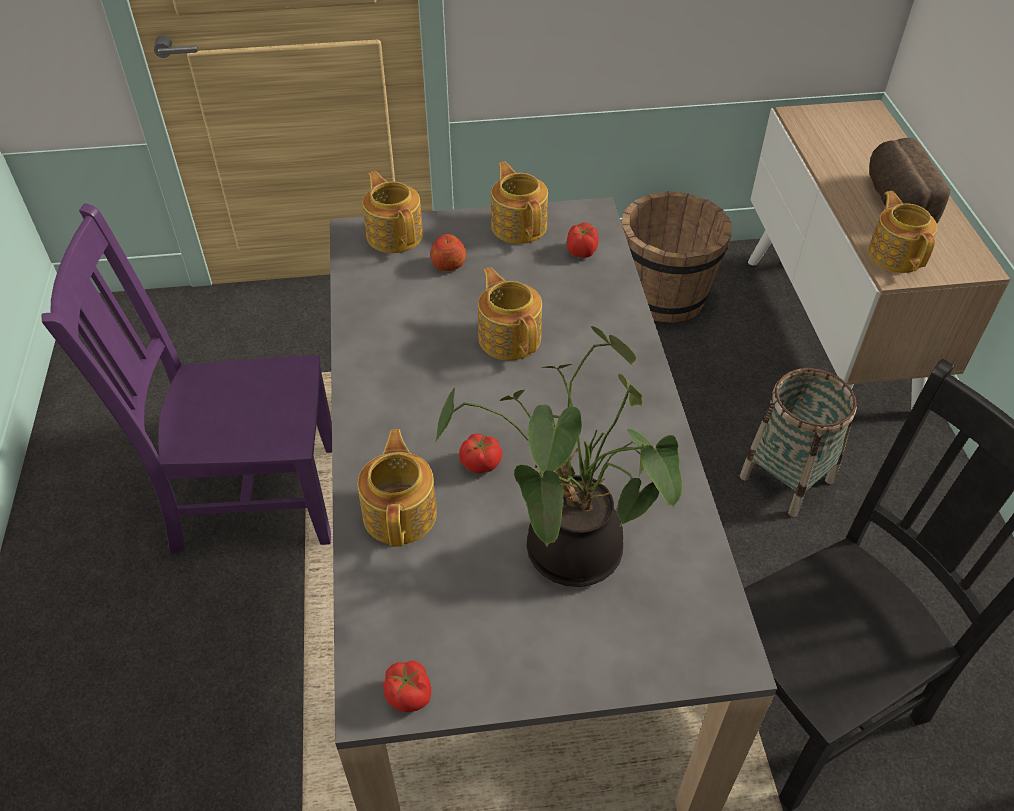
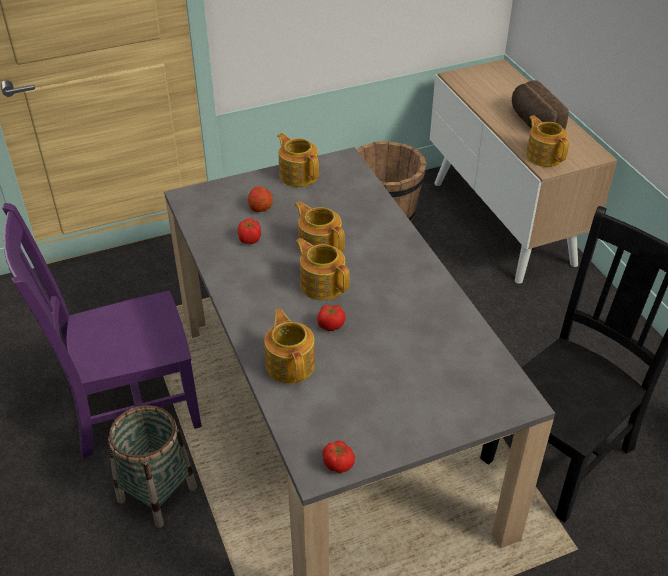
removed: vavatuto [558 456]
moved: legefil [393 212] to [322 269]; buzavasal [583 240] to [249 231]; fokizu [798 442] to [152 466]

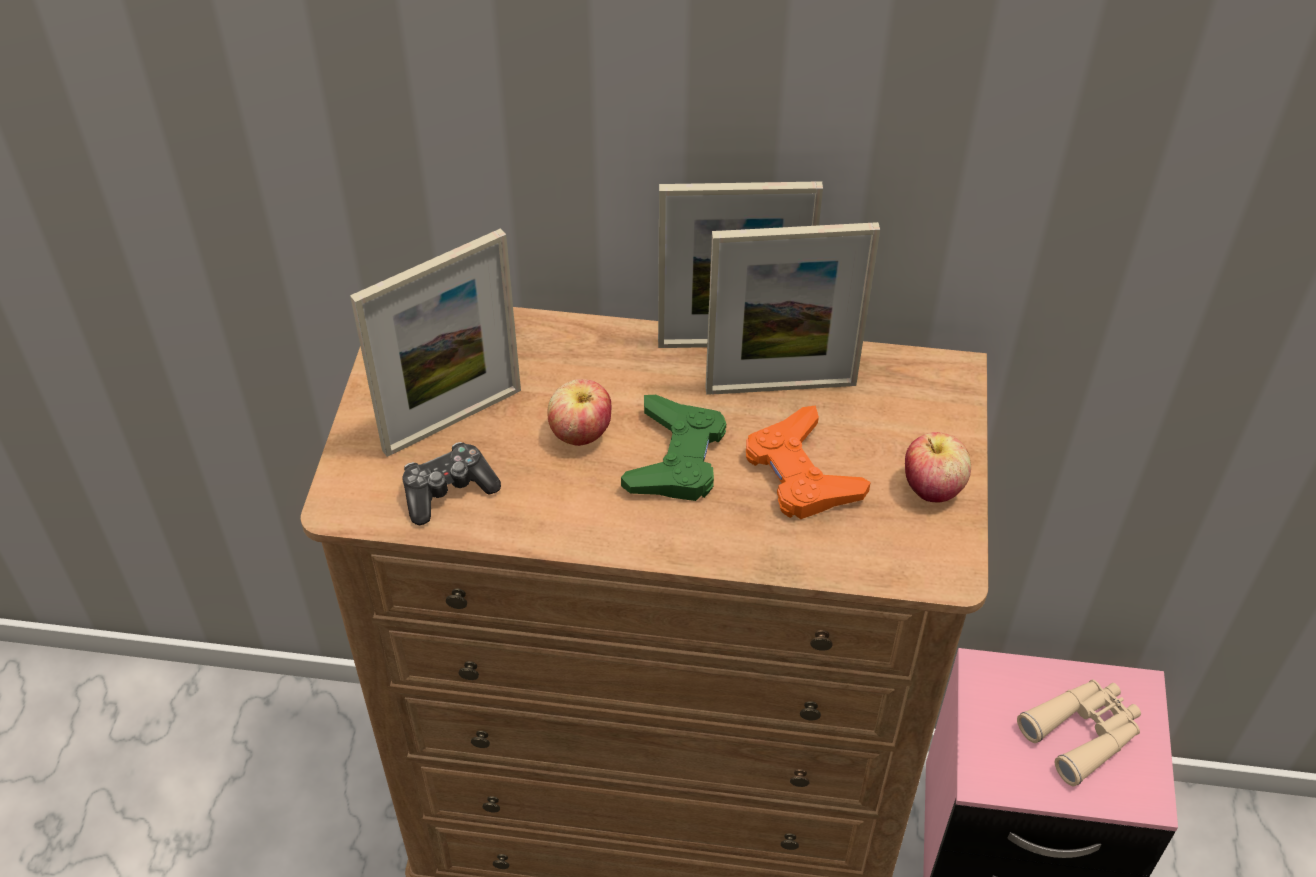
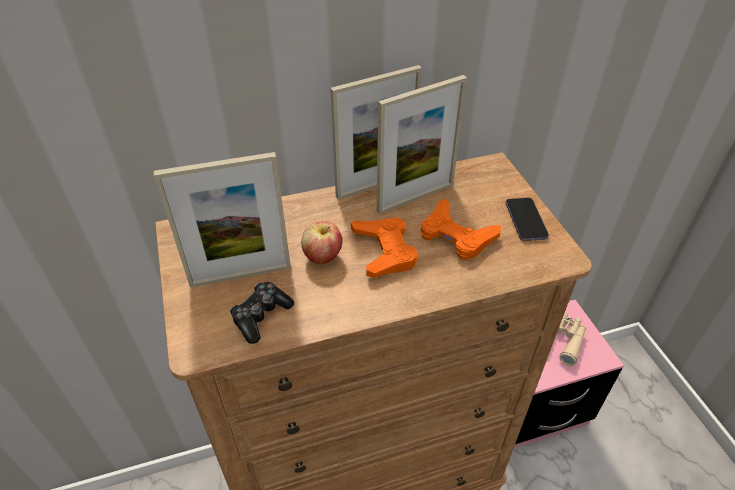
replaced: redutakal [938 467] to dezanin [527 219]
recoloured: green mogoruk [673 448] to orange mogoruk [384 247]
turned: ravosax [435 342] = [222 219] 45 degrees clockwise

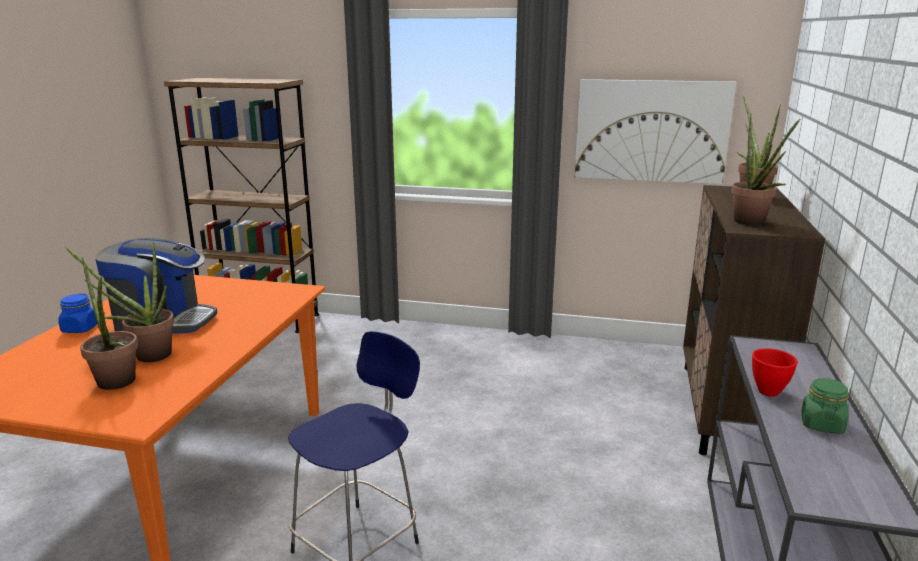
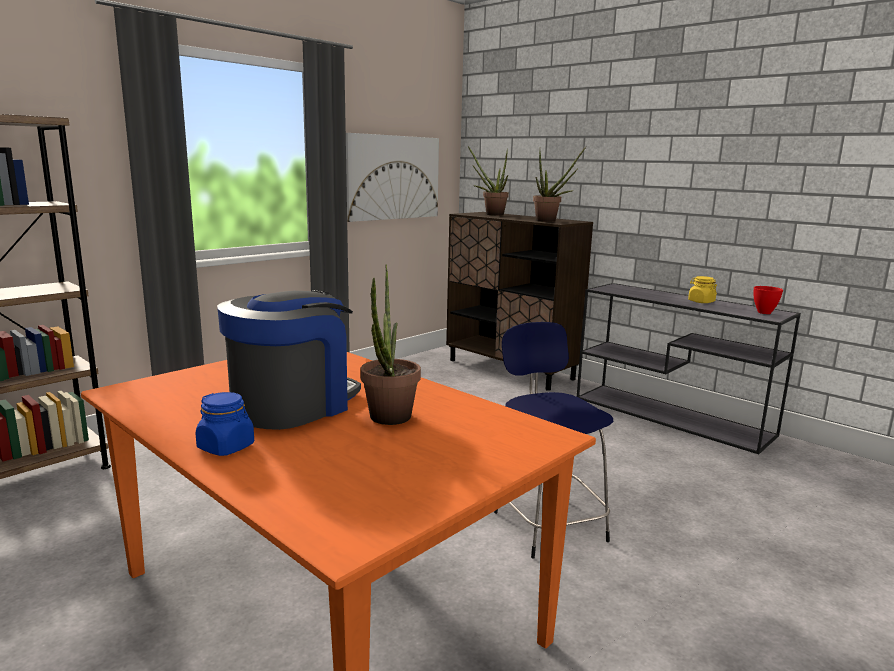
removed: vavatuto [109 323]
moved: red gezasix [775 372] to [768 300]
recoloured: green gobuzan [825 406] to yellow gobuzan [702 289]

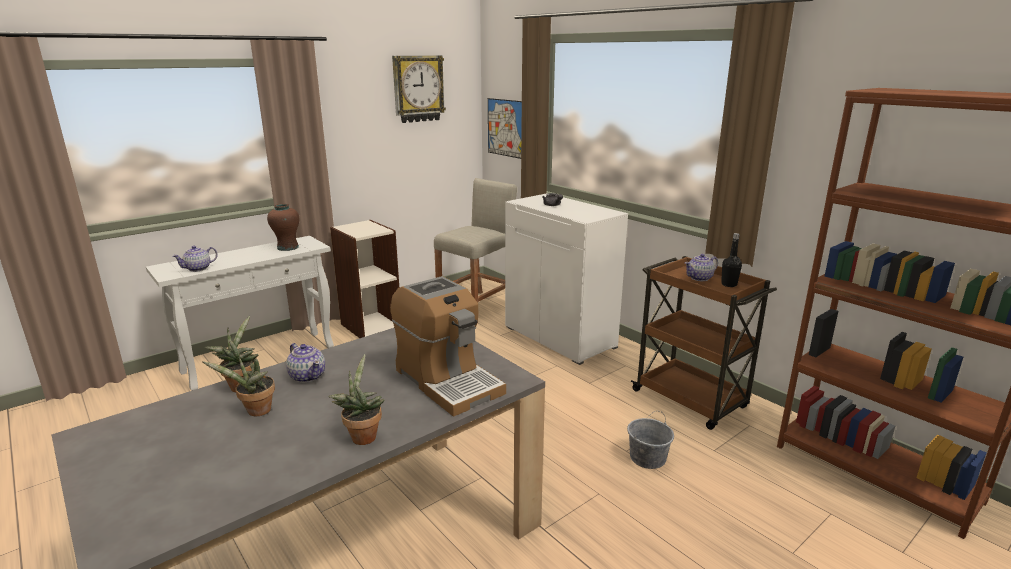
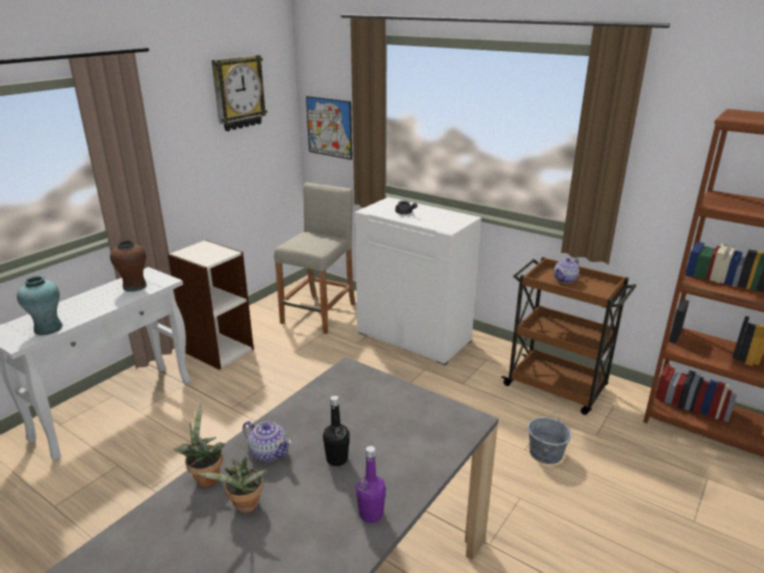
removed: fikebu [448 346]
moved: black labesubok [731 260] to [336 431]
replaced: legefil [195 259] to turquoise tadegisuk [40 305]; vavatuto [356 399] to purple labesubok [371 484]

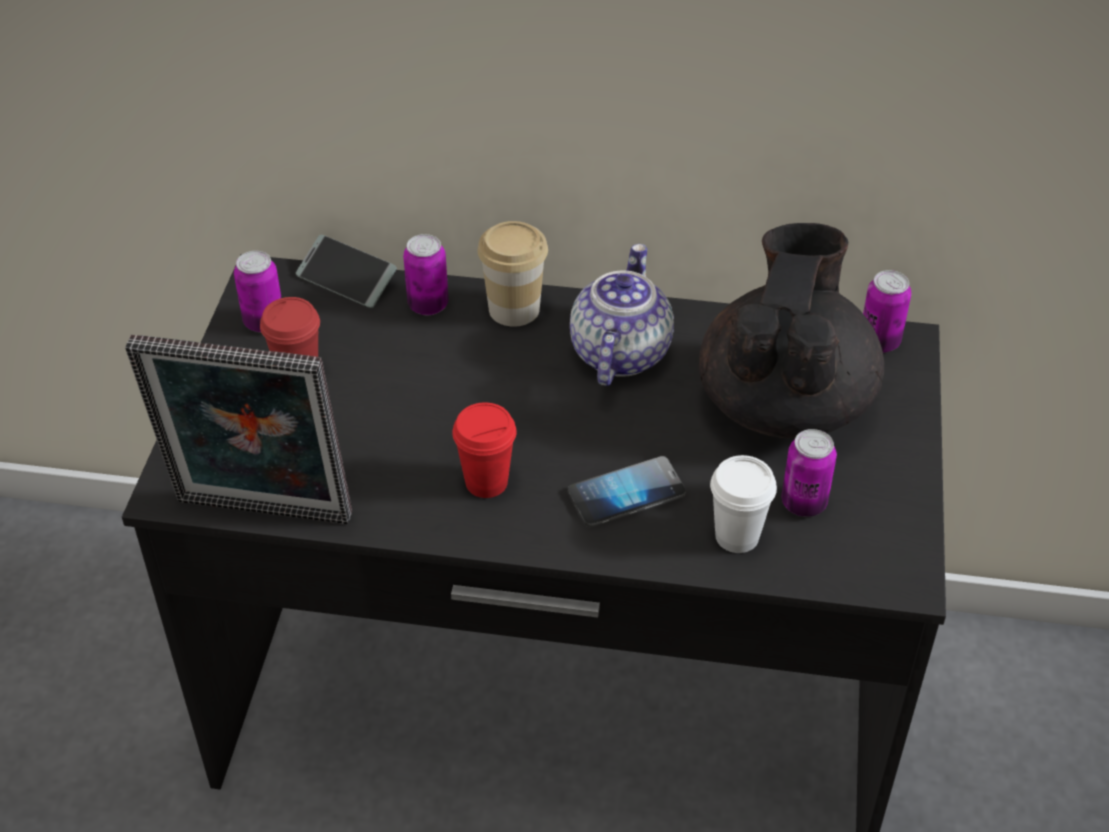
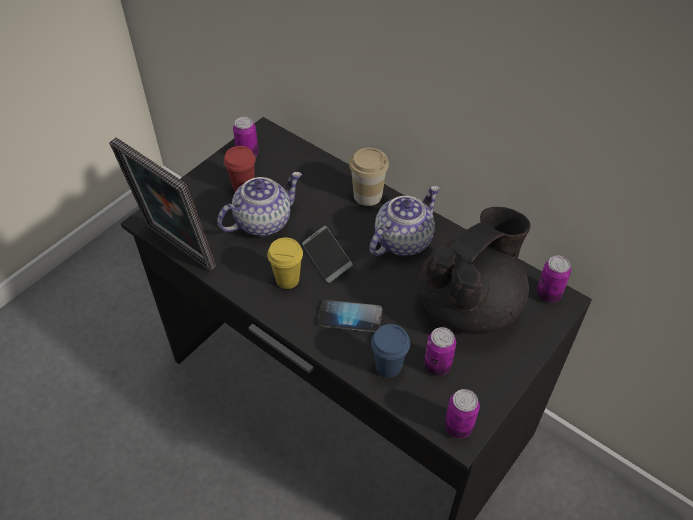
added: legefil [259 204]
moved: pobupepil [425 274] to [462 414]; dezanin [346 271] to [327 254]
recoloured: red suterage [484 450] to yellow suterage [285 263]; white suterage [743 504] to blue suterage [390 351]

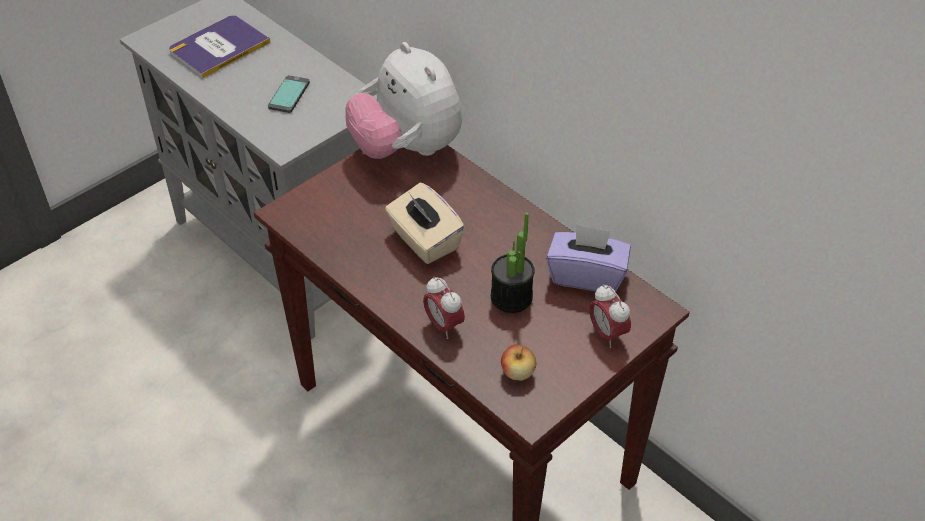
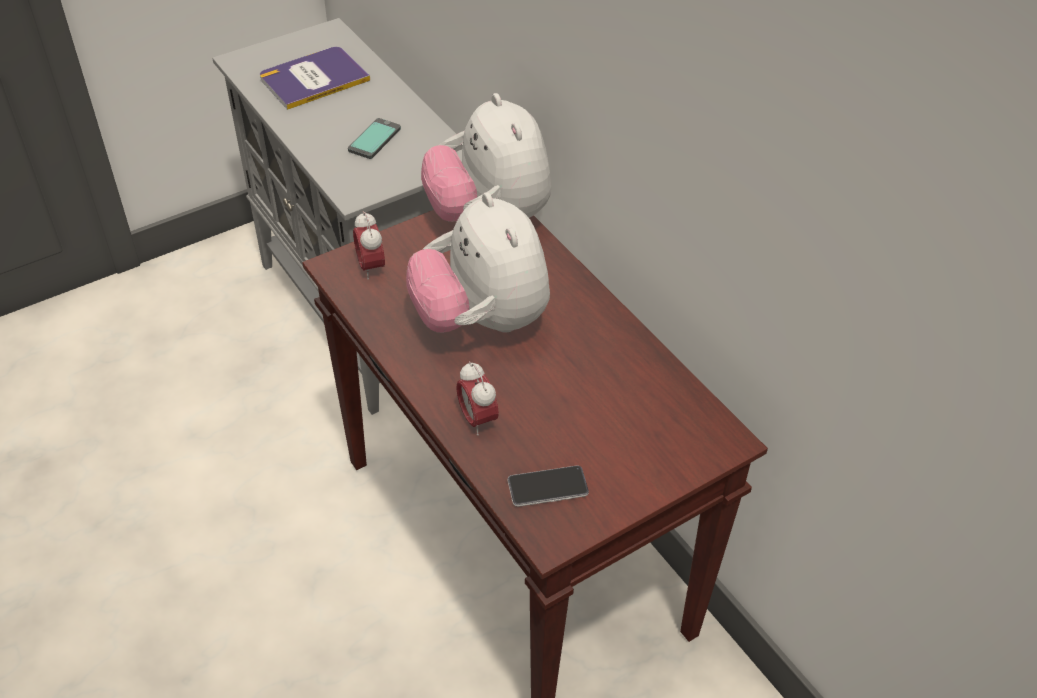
removed: vavatuto [513 262]; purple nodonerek [588 258]
moved: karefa [610 316] to [369 245]
replaced: beige nodonerek [425 223] to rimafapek [478 262]; redutakal [518 362] to dezanin [548 486]

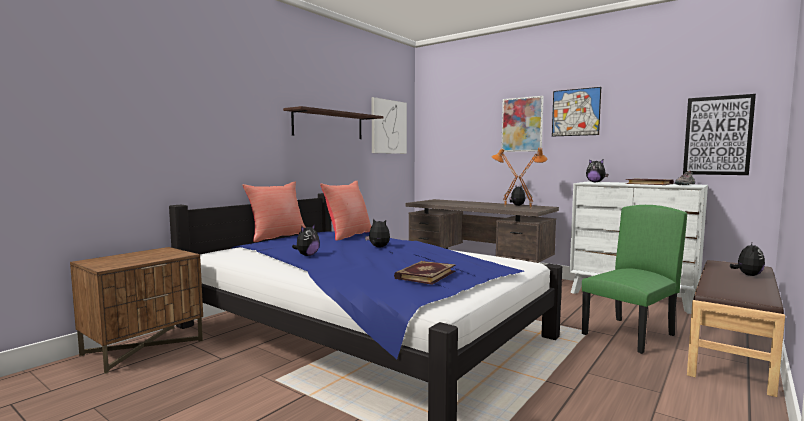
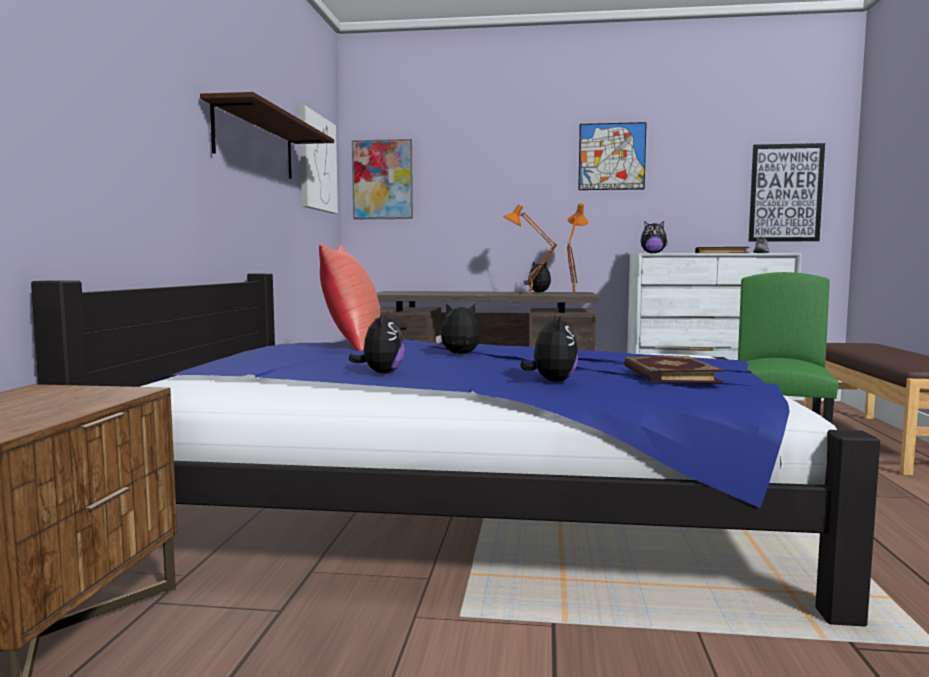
removed: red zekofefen [274 212]
moved: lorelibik [522 124] to [382 179]; rimafapek [747 259] to [549 348]

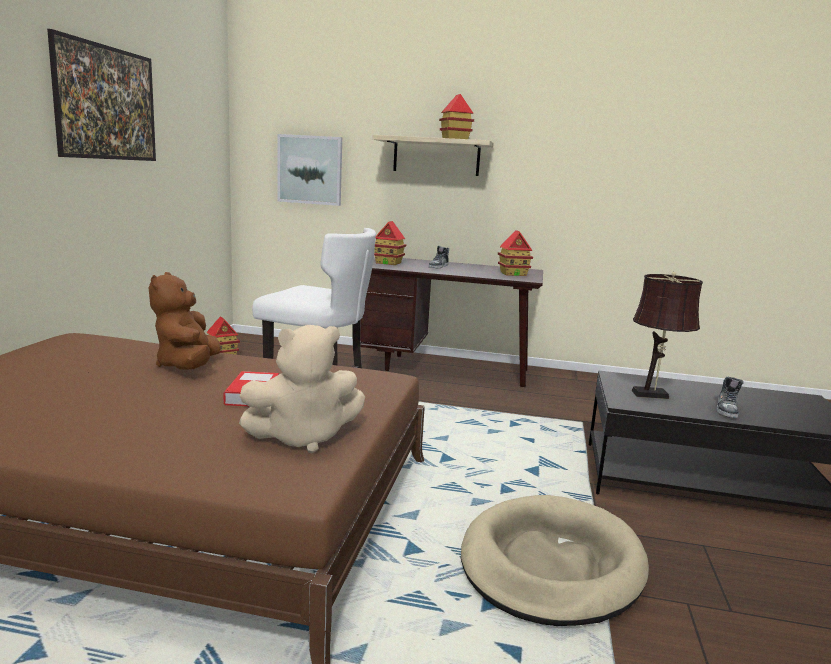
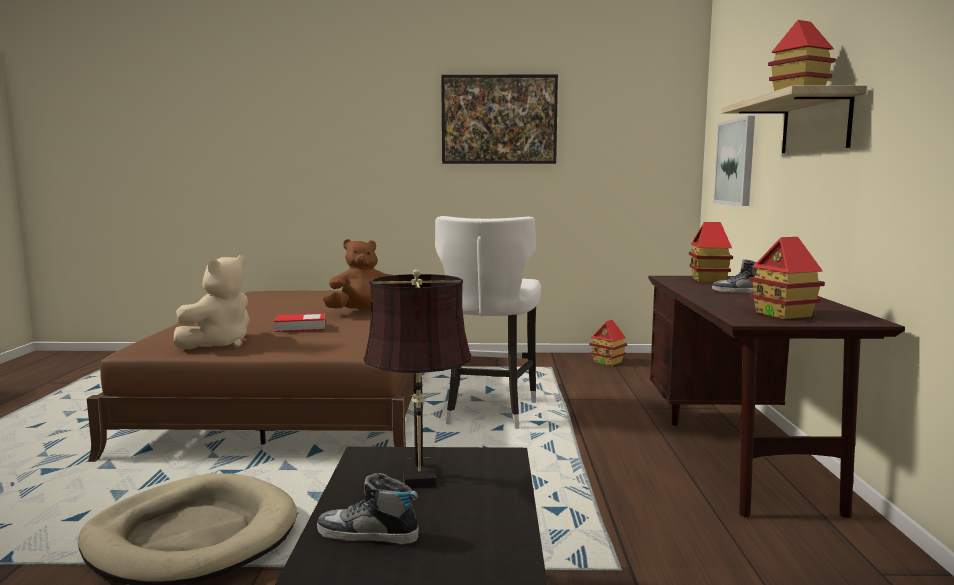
turned: beige rimafapek [302 389] = [212 302] 120 degrees counterclockwise

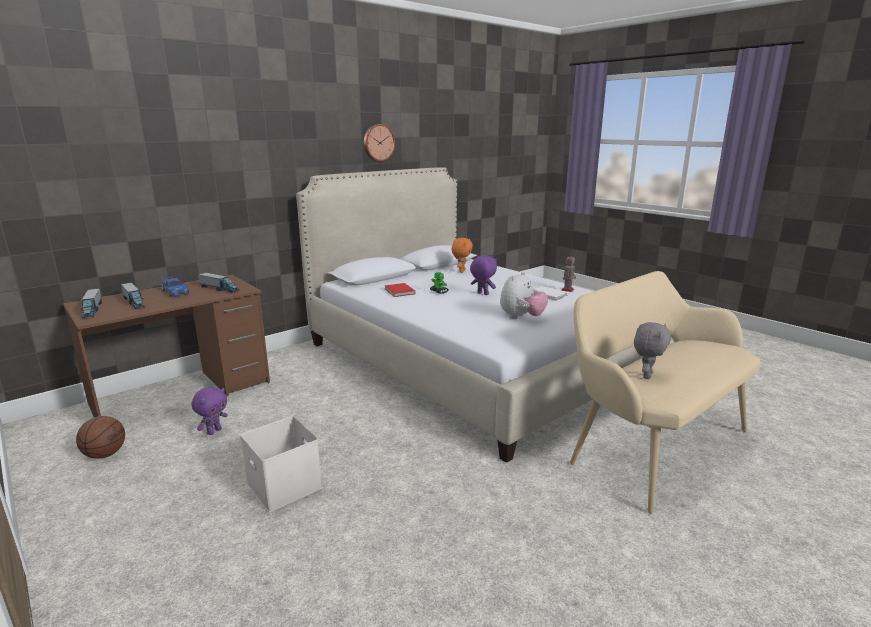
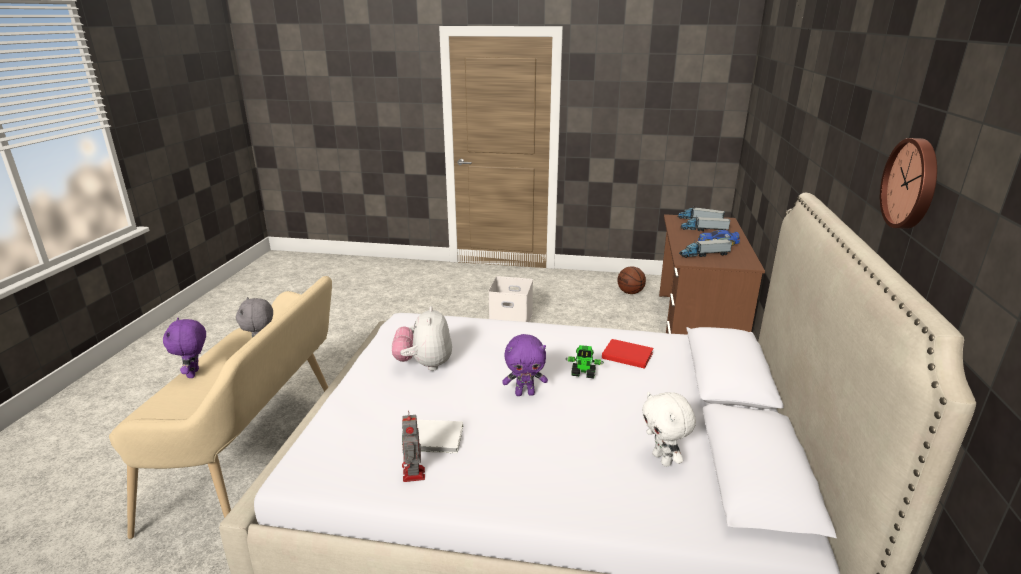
moved: purple rimafapek [210 411] to [184 348]
recoloured: orange rimafapek [462 255] to white rimafapek [669 429]

